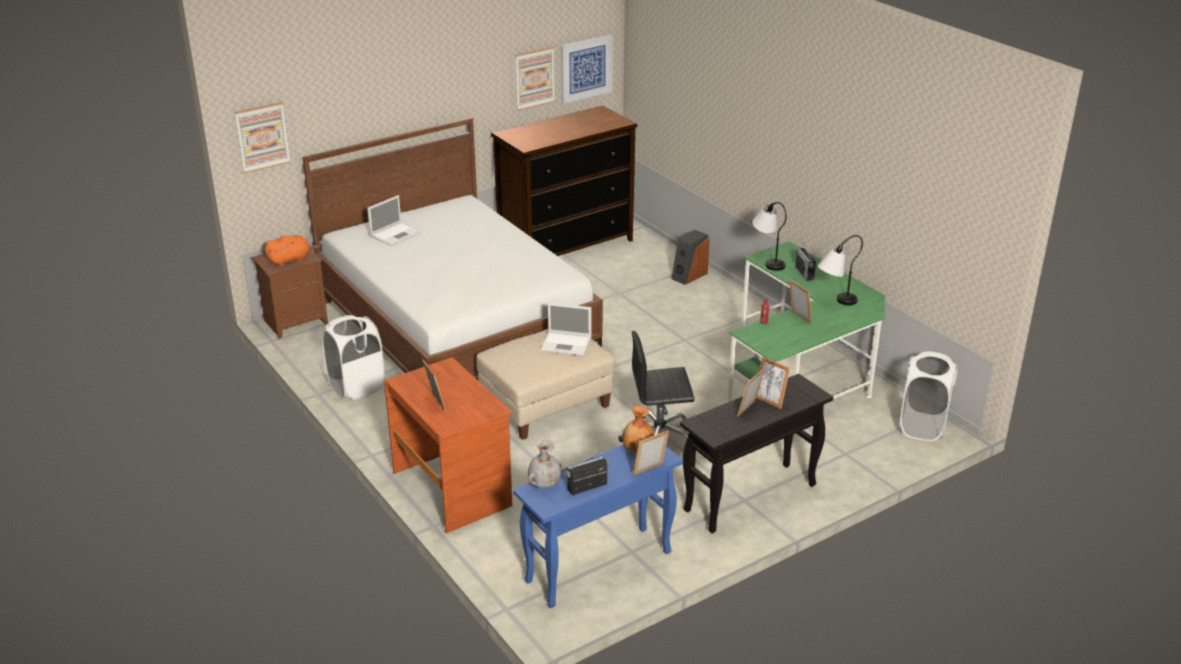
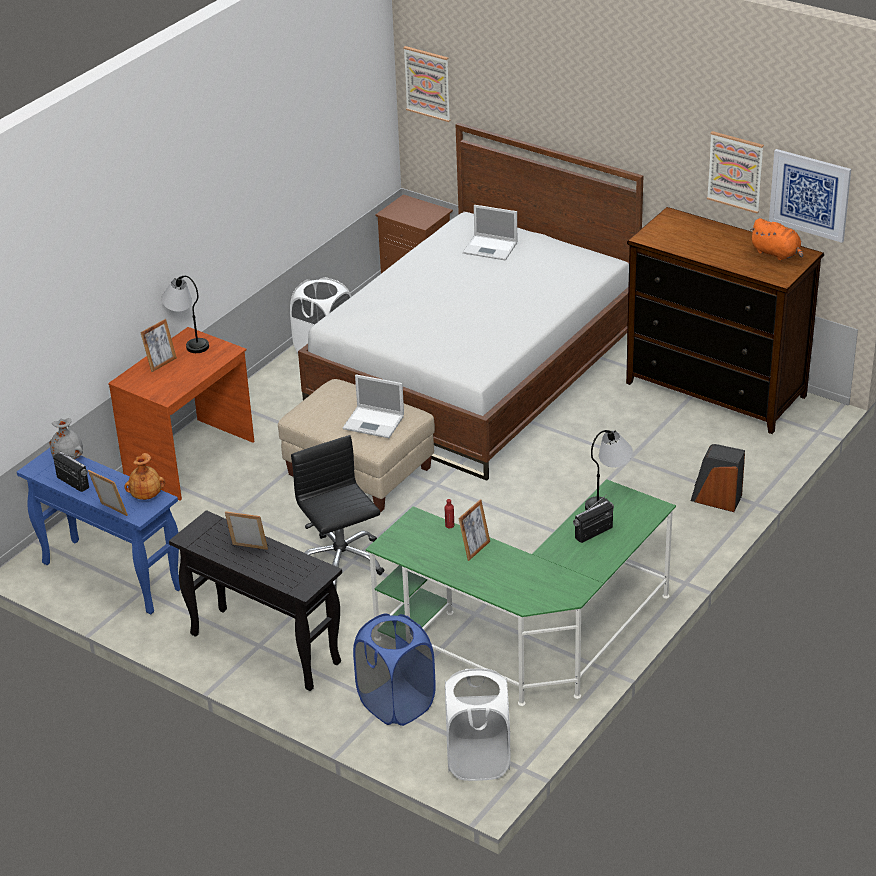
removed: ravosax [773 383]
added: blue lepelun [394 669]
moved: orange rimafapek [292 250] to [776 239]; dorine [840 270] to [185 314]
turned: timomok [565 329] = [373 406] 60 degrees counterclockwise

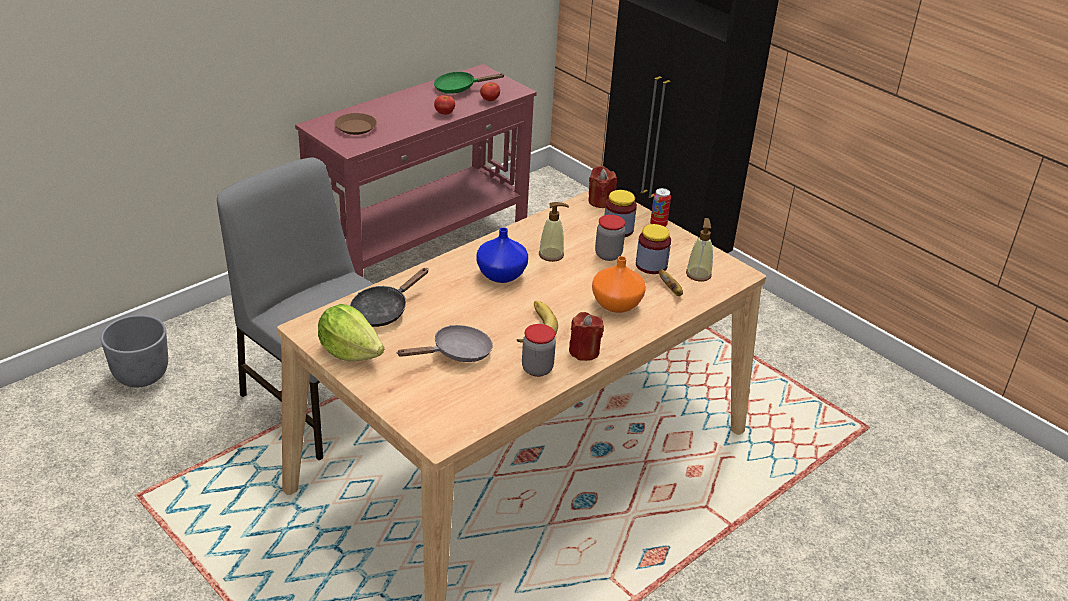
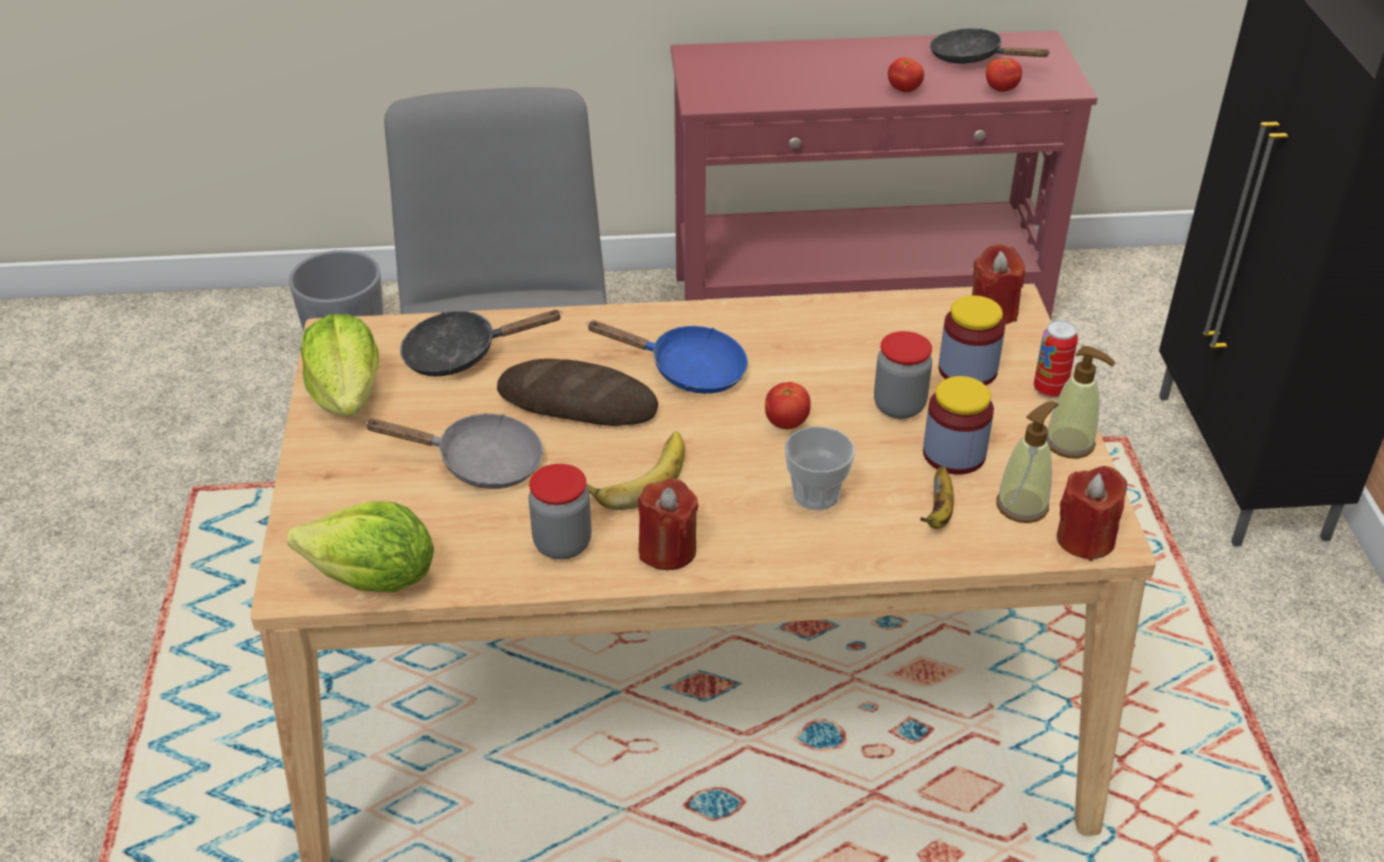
removed: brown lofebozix [355 124]
added: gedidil [577 392]; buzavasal [788 405]; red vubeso [1092 513]; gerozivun [360 547]
moved: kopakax [554 232] to [1081 402]
replaced: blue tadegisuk [502 255] to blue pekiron [667 357]; orange tadegisuk [619 284] to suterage [820 468]
recoloured: green pekiron [469 83] to black pekiron [990 46]

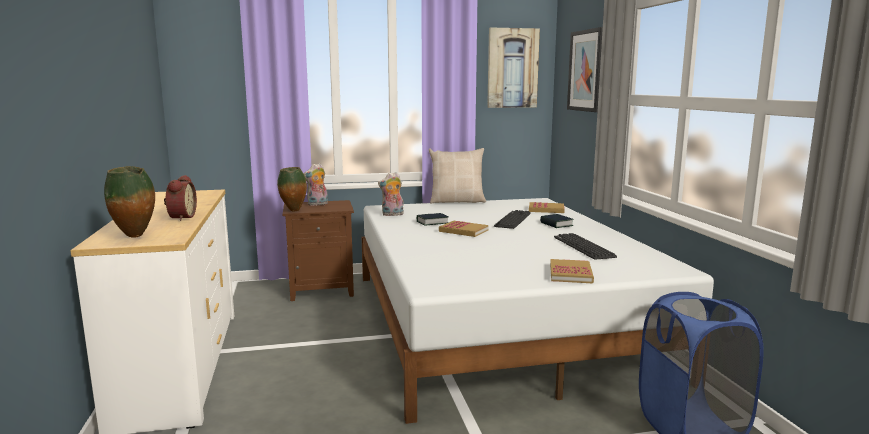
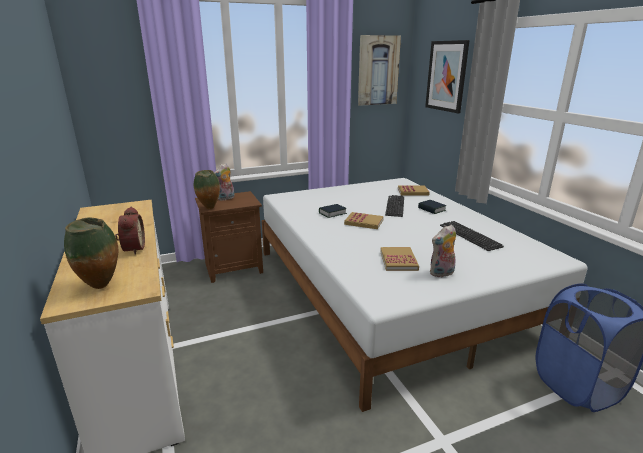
removed: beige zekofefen [457 176]
moved: rimafapek [391 194] to [443 251]; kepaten [572 271] to [399 259]

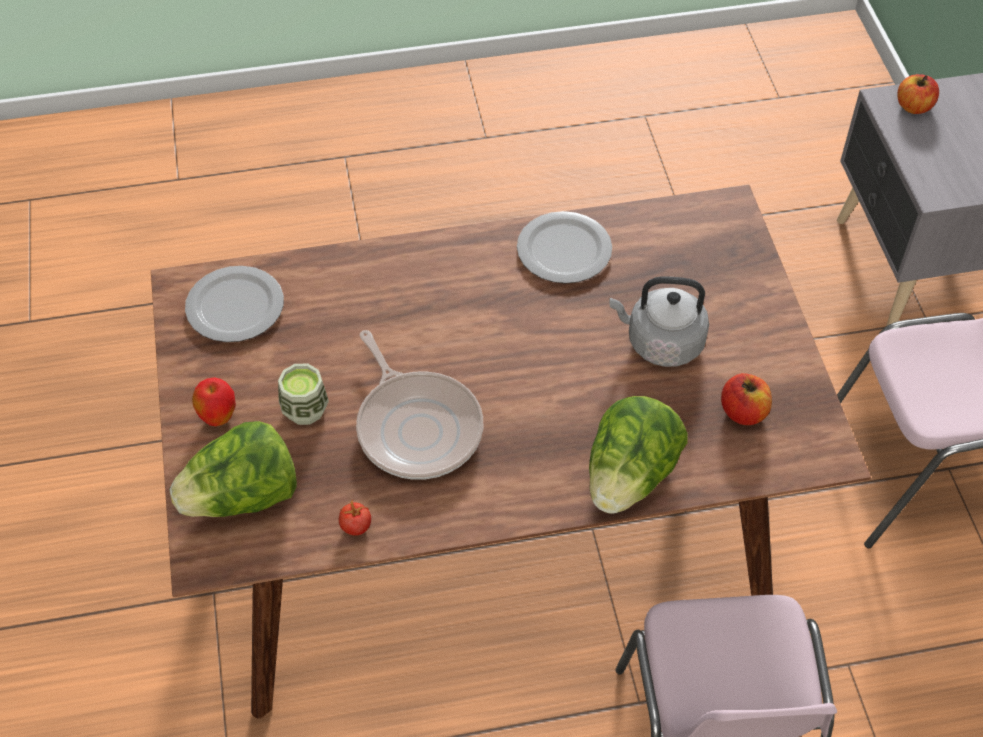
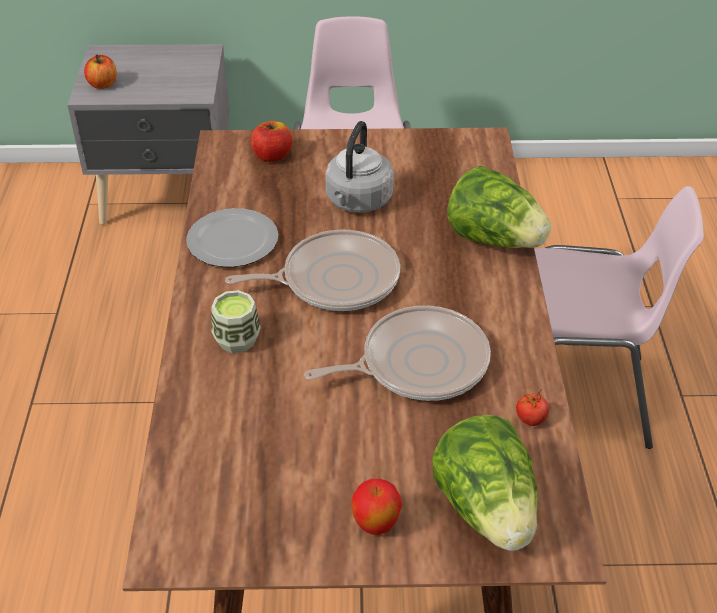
removed: lofebozix [234 304]
added: pekiron [312 270]
moved: suterage [303 394] to [236 321]; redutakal [746 399] to [271 141]

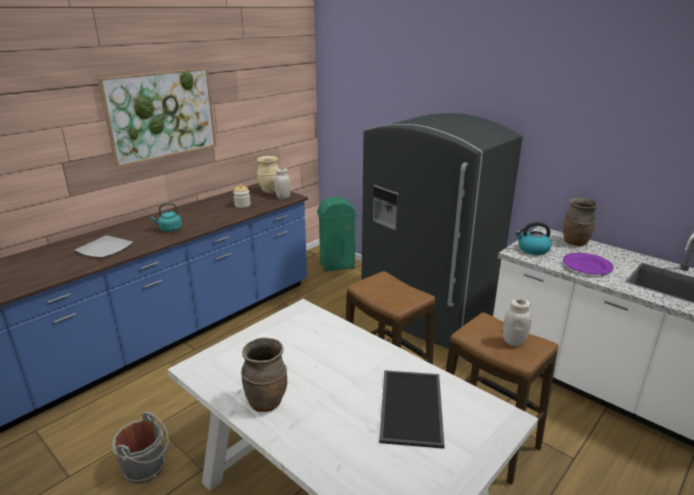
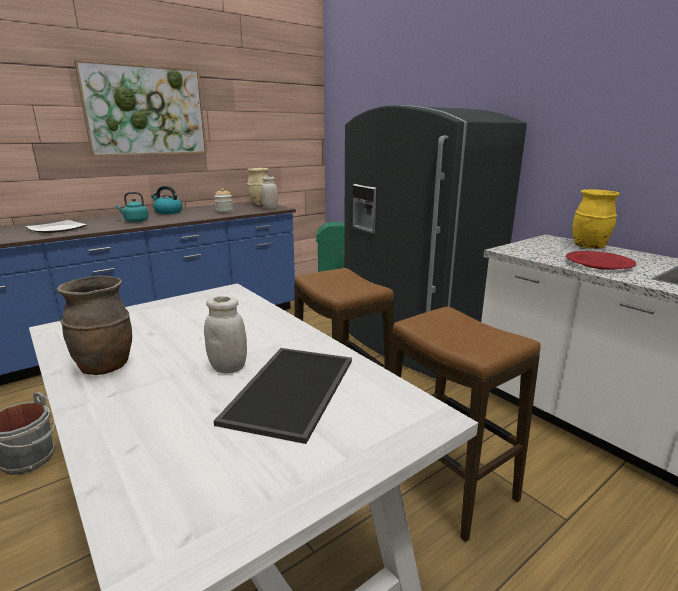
moved: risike [533 238] to [166 200]; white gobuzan [517 322] to [225 335]
recoloured: brown tadegisuk [580 222] to yellow tadegisuk [596 219]; purple lofebozix [588 264] to red lofebozix [601 260]

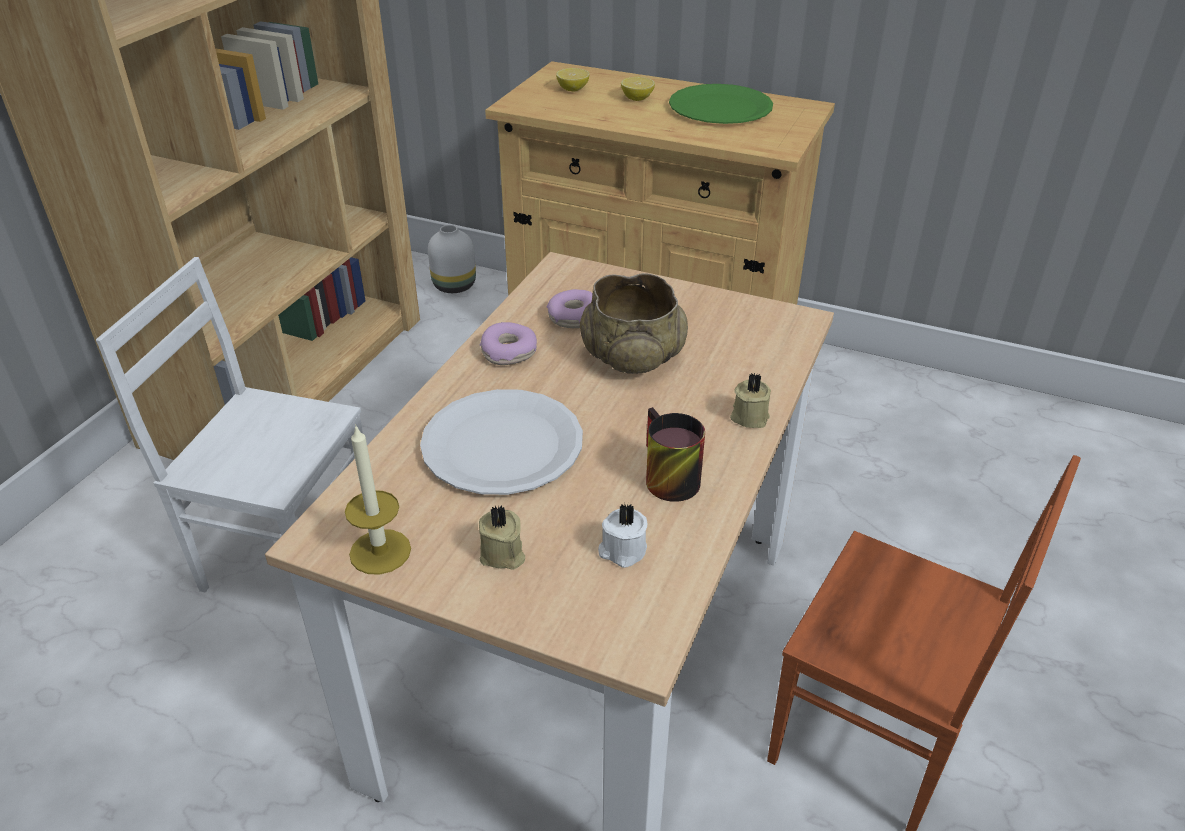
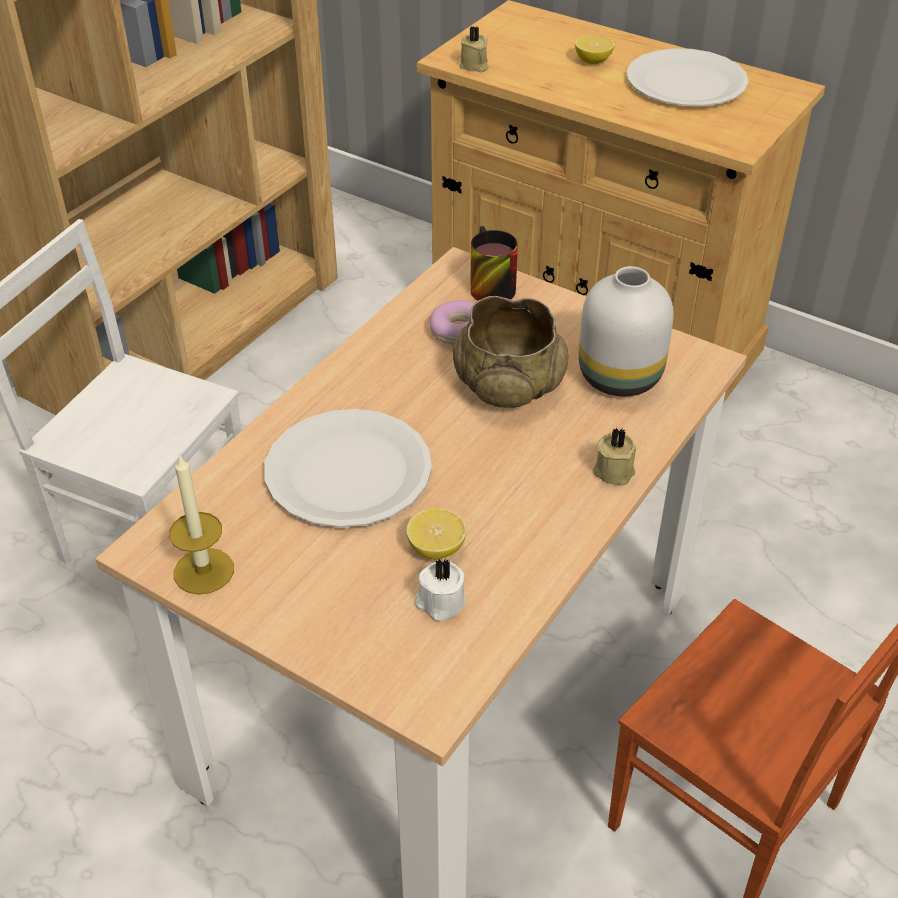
removed: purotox [508 343]
moved: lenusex [573 79] to [436 533]; white tadegisuk [452 259] to [626 331]; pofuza [675 454] to [494 263]; beige vubeso [502 537] to [474 49]
recoloured: green lofebozix [721 104] to white lofebozix [688 77]

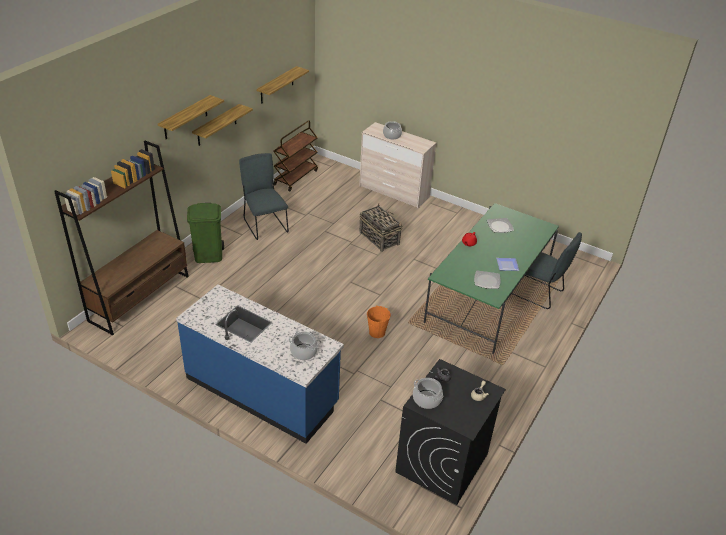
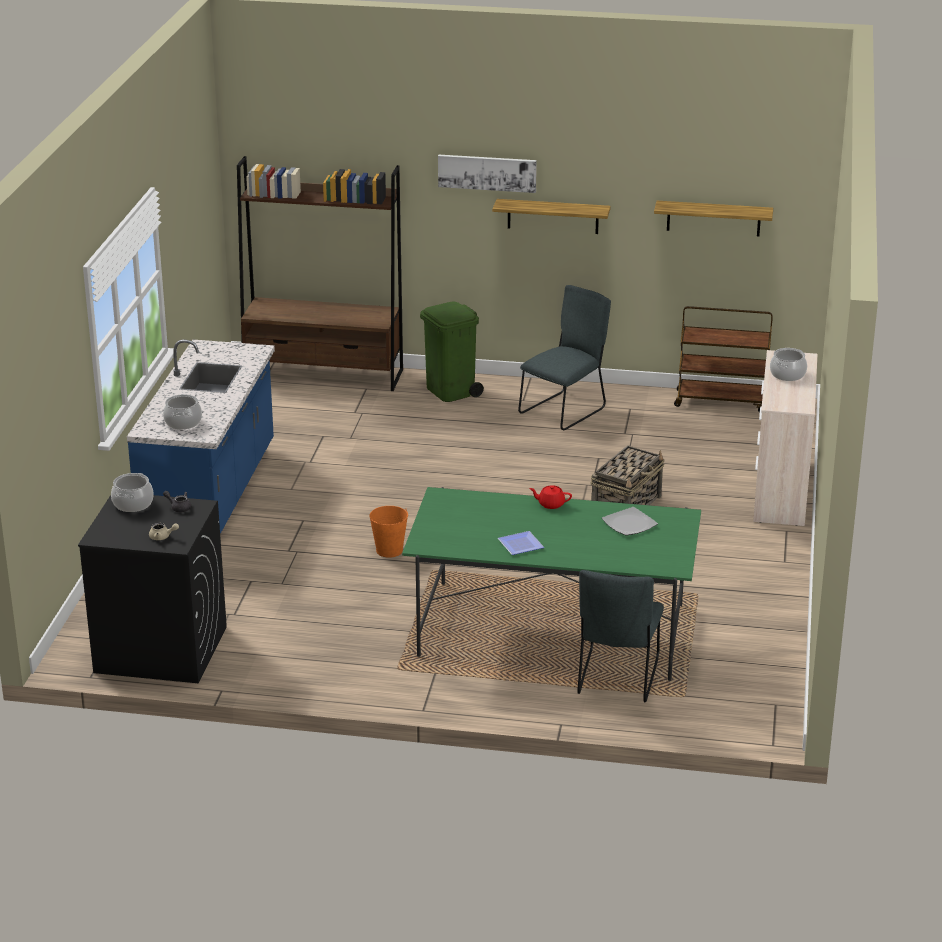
removed: lofebozix [487 279]
replaced: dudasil [191 117] to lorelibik [487 174]

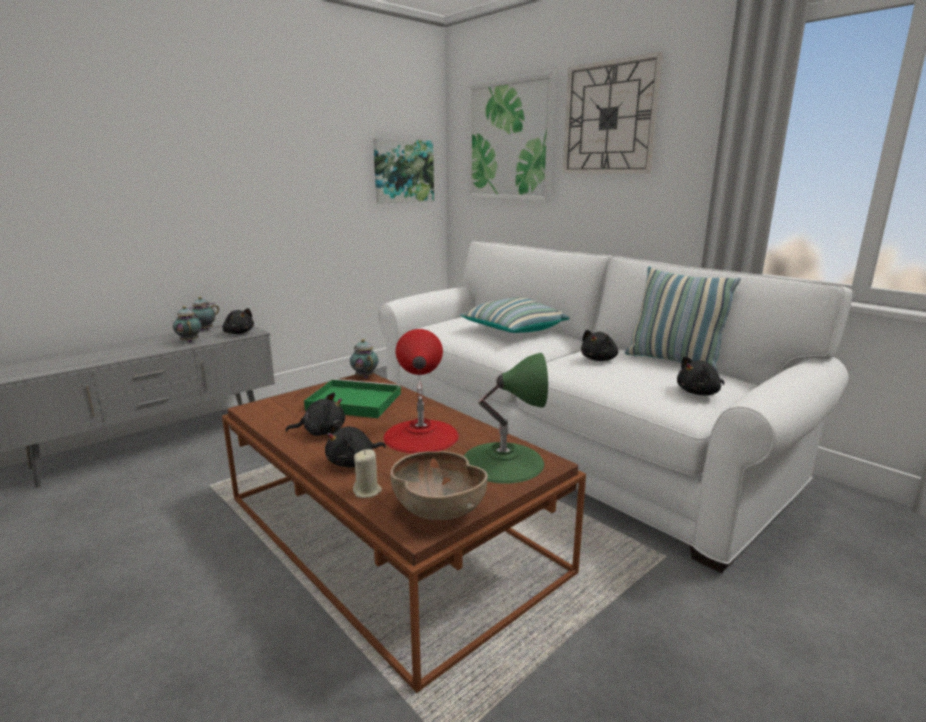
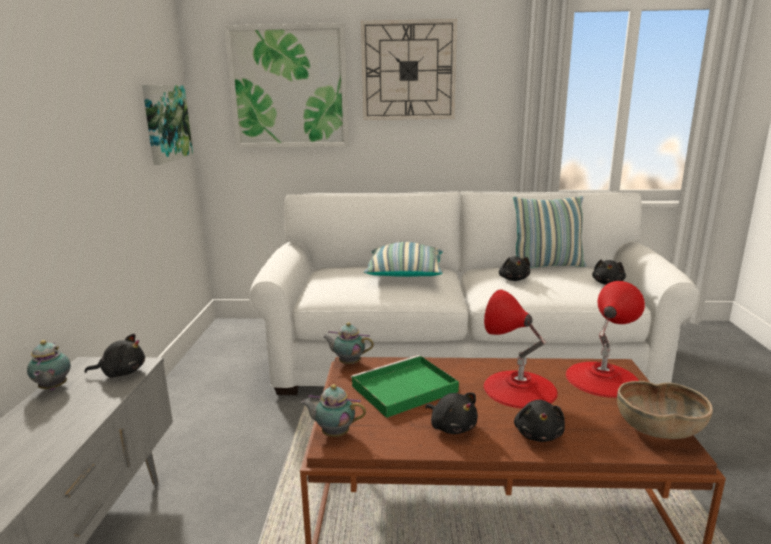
removed: beige vubeso [367 473]
moved: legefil [187 324] to [333 410]
recoloured: green dorine [506 418] to red dorine [605 339]
turned: black rimafapek [315 414] = [451 413] 105 degrees clockwise

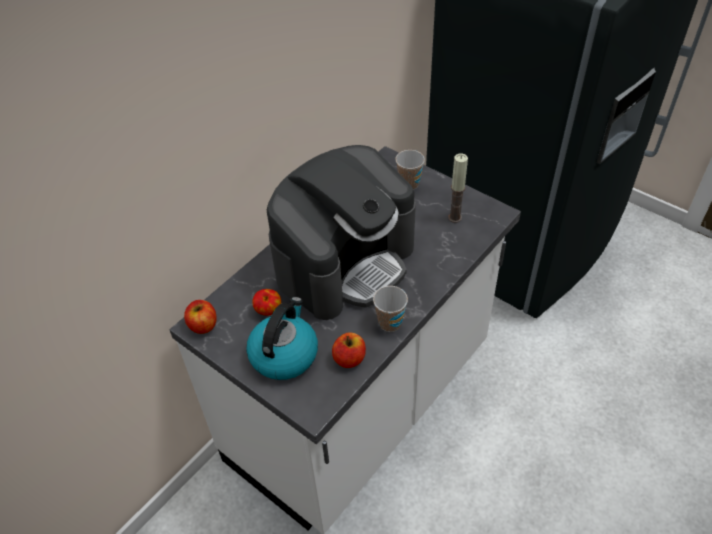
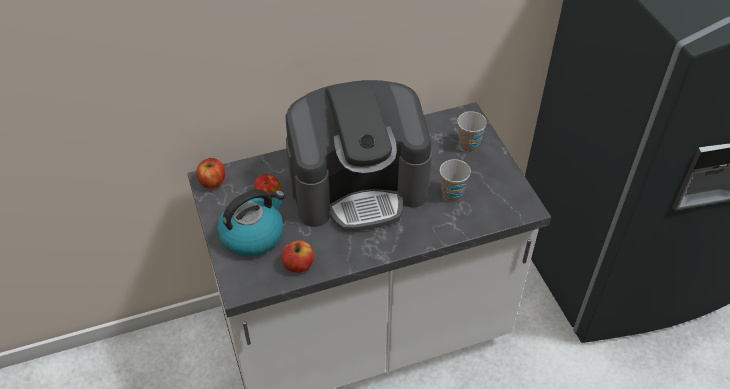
removed: vubeso [458 188]
moved: suterage [390 309] to [455 180]

